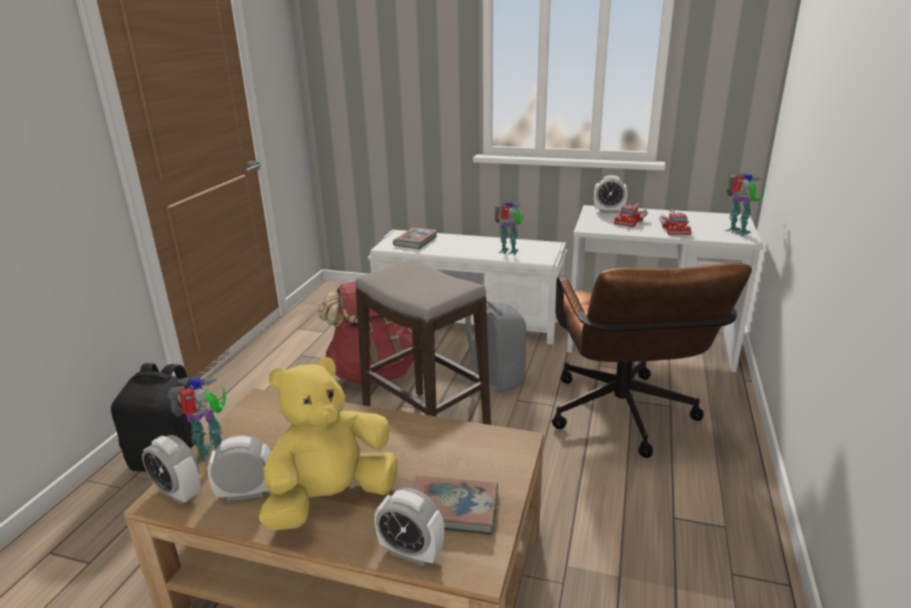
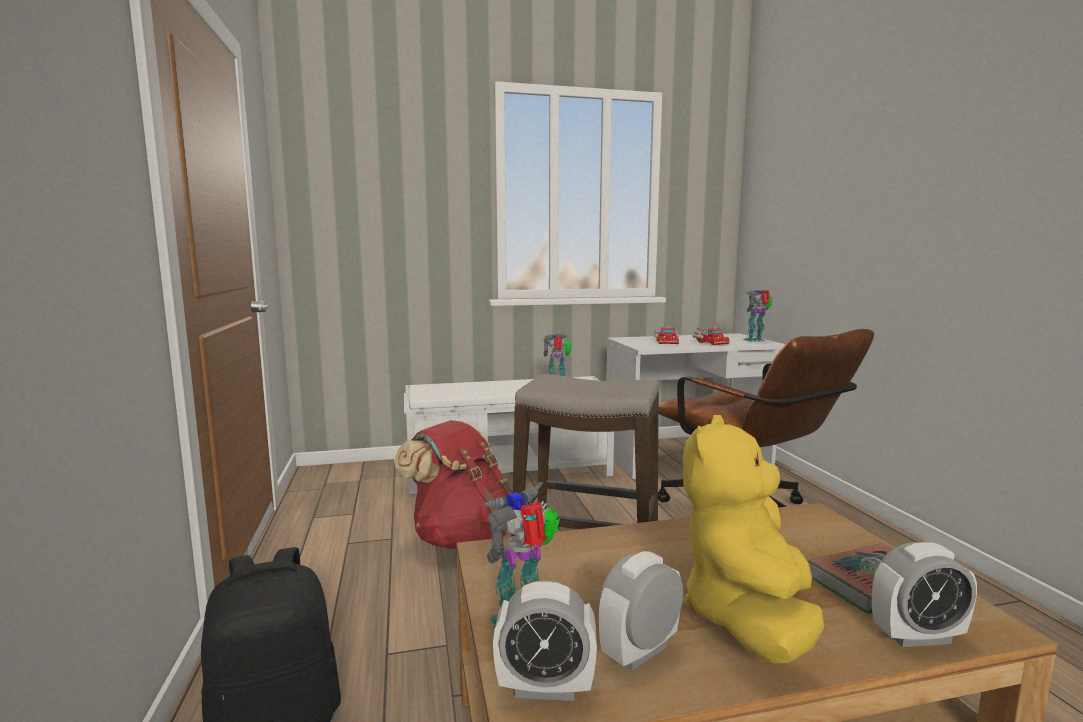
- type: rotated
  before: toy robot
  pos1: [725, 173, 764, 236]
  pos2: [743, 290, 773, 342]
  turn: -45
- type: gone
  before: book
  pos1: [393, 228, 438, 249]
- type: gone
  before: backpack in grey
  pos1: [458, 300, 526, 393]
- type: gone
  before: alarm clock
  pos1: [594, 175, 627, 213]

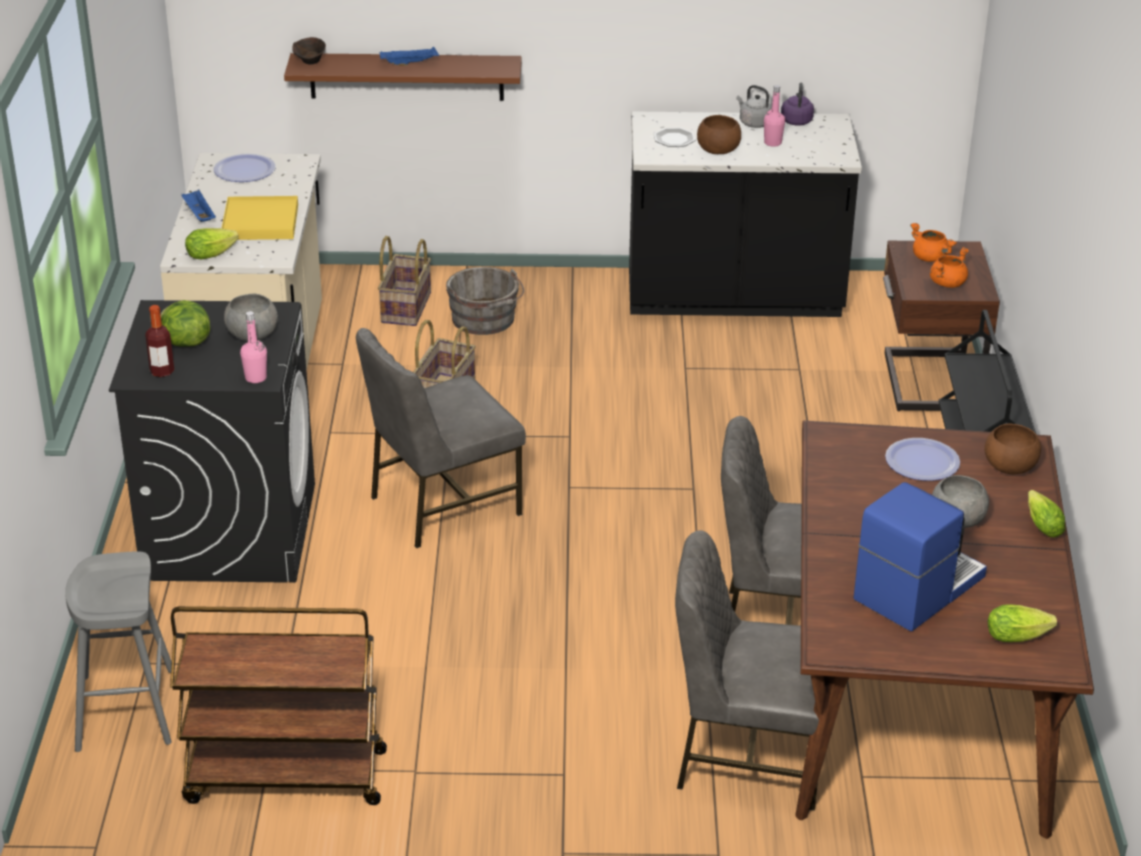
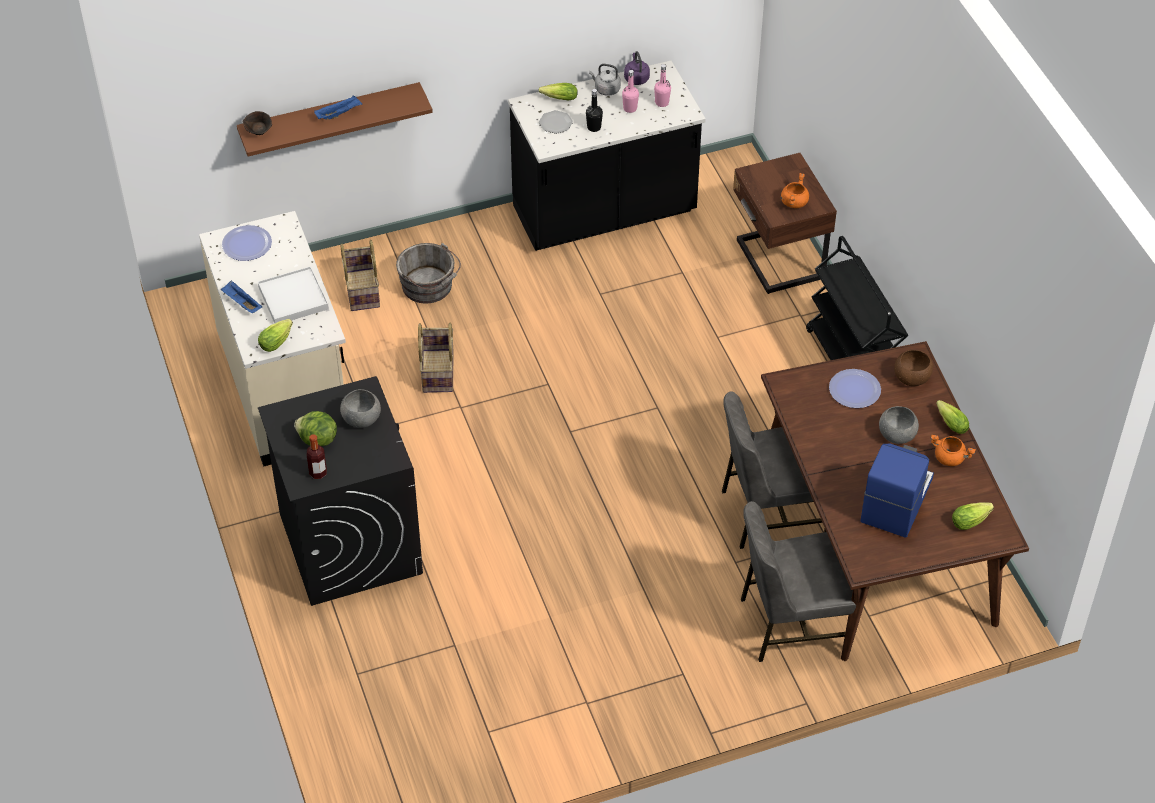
- type: repainted
  before: tray in yellow
  after: tray in white
  pos1: [222, 196, 298, 240]
  pos2: [258, 266, 329, 323]
- type: new
  after: lettuce
  pos2: [538, 83, 578, 101]
- type: swapped
  before: bowl in brown
  after: bottle in black
  pos1: [697, 115, 741, 154]
  pos2: [586, 89, 603, 132]
- type: shifted
  before: bottle in pink
  pos1: [240, 311, 267, 383]
  pos2: [654, 64, 671, 107]
- type: shifted
  before: cooking pot in orange
  pos1: [910, 223, 957, 262]
  pos2: [931, 435, 976, 466]
- type: gone
  before: stool in grey
  pos1: [65, 551, 172, 752]
- type: gone
  before: cart in brown
  pos1: [170, 606, 387, 805]
- type: gone
  before: chair in grey
  pos1: [356, 328, 526, 548]

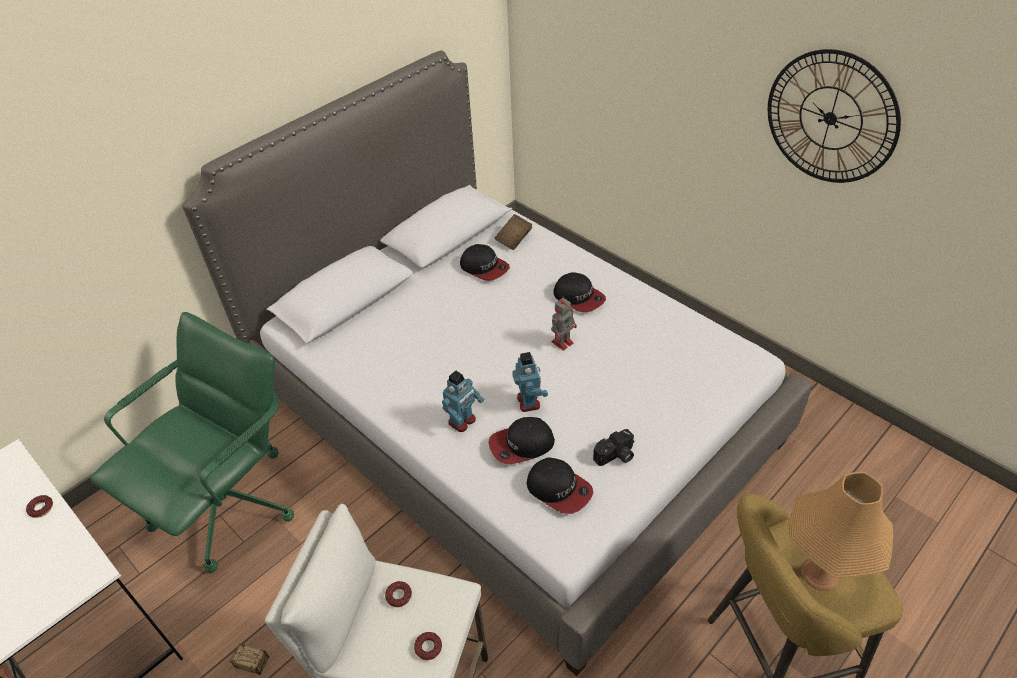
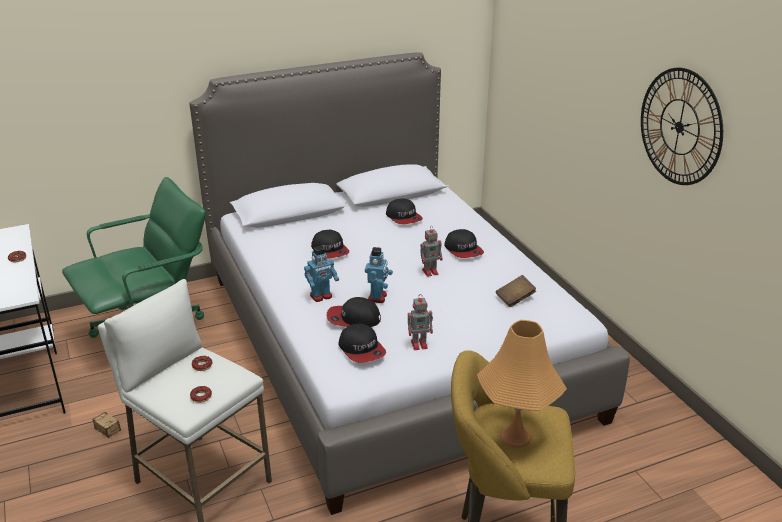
- type: new
  after: cap
  pos2: [311, 230, 349, 259]
- type: swapped
  before: photo camera
  after: toy robot
  pos1: [593, 429, 634, 466]
  pos2: [408, 294, 433, 350]
- type: shifted
  before: book in brown
  pos1: [495, 214, 533, 250]
  pos2: [496, 275, 536, 307]

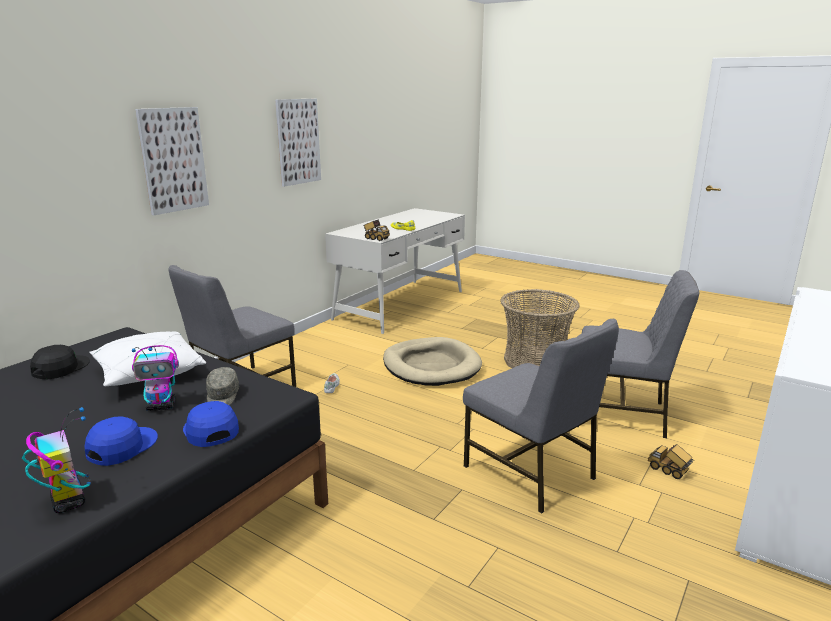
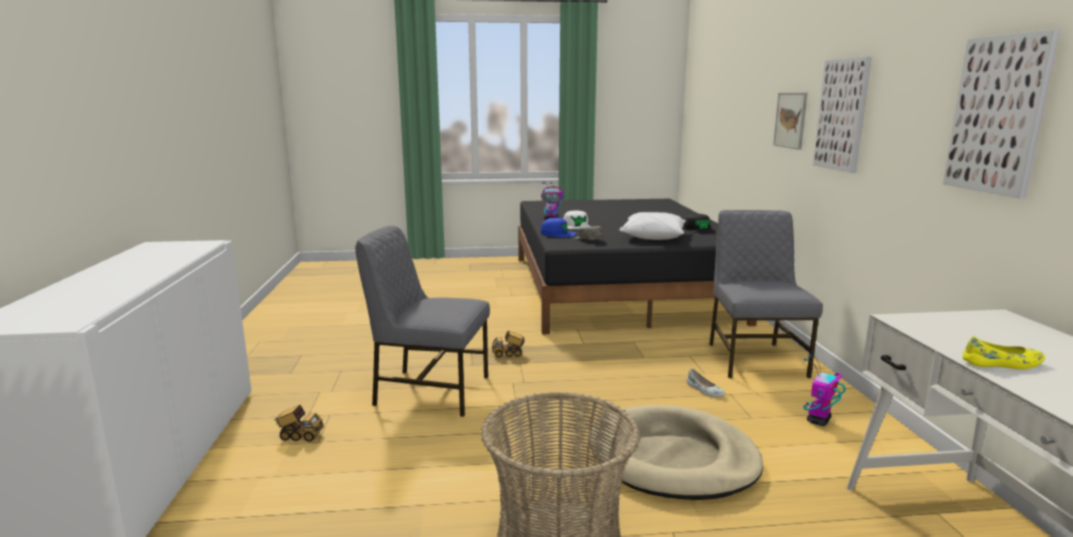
- type: shifted
  before: toy truck
  pos1: [363, 219, 390, 241]
  pos2: [492, 330, 525, 358]
- type: repainted
  before: cap in blue
  after: cap in white
  pos1: [84, 417, 158, 466]
  pos2: [563, 210, 589, 229]
- type: new
  after: picture
  pos2: [773, 93, 808, 150]
- type: shifted
  before: toy robot
  pos1: [132, 345, 179, 411]
  pos2: [803, 354, 846, 426]
- type: gone
  before: chair in grey
  pos1: [578, 270, 700, 438]

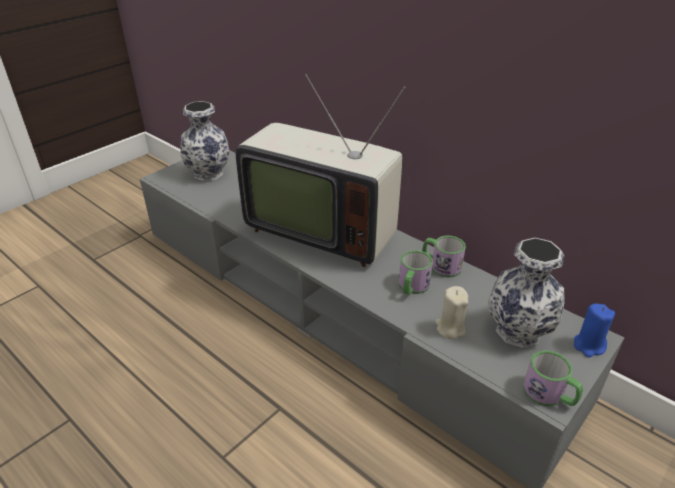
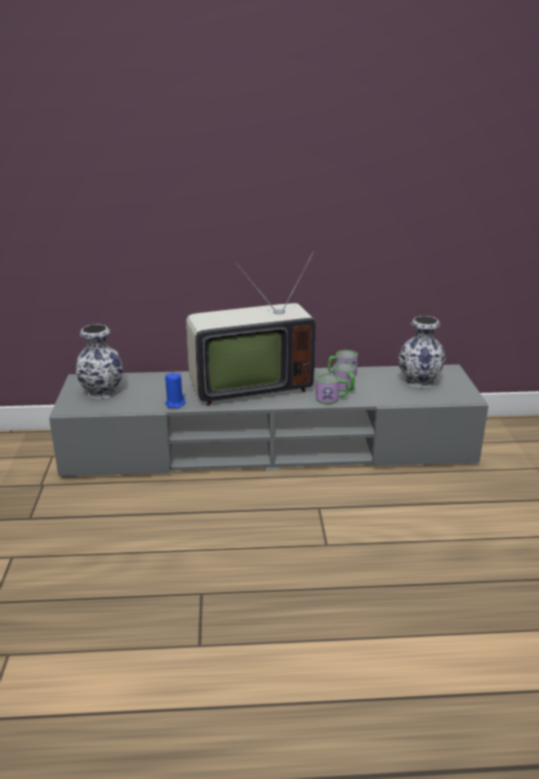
- type: shifted
  before: candle in blue
  pos1: [574, 304, 615, 358]
  pos2: [165, 372, 186, 409]
- type: shifted
  before: mug
  pos1: [523, 351, 583, 406]
  pos2: [316, 374, 349, 404]
- type: gone
  before: candle in beige
  pos1: [436, 286, 469, 339]

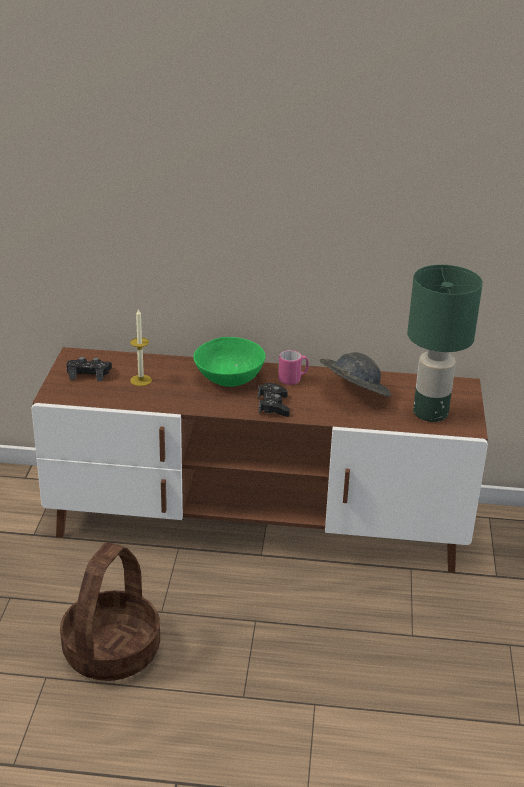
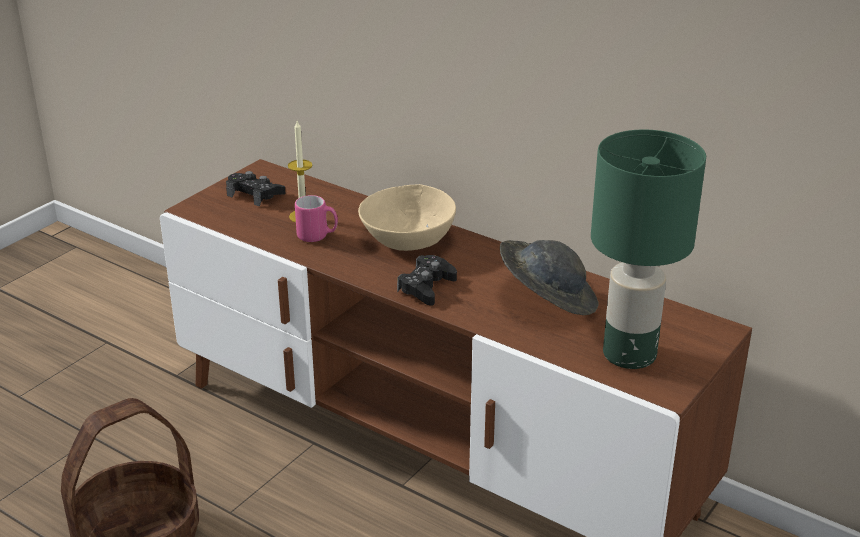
- type: shifted
  before: mug in pink
  pos1: [278, 350, 309, 385]
  pos2: [295, 195, 338, 242]
- type: repainted
  before: bowl in green
  after: bowl in beige
  pos1: [193, 337, 266, 387]
  pos2: [358, 184, 456, 251]

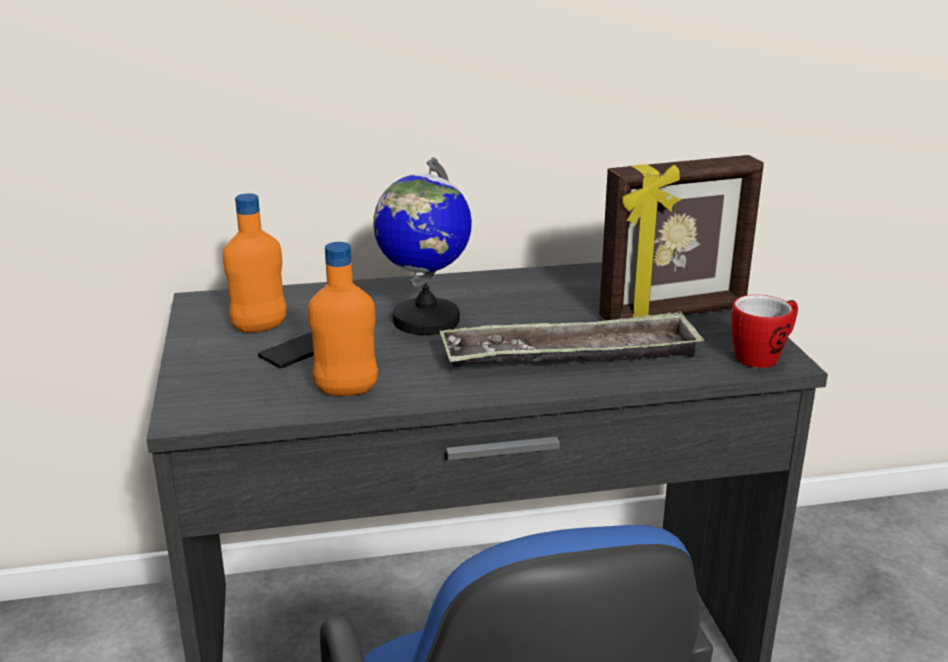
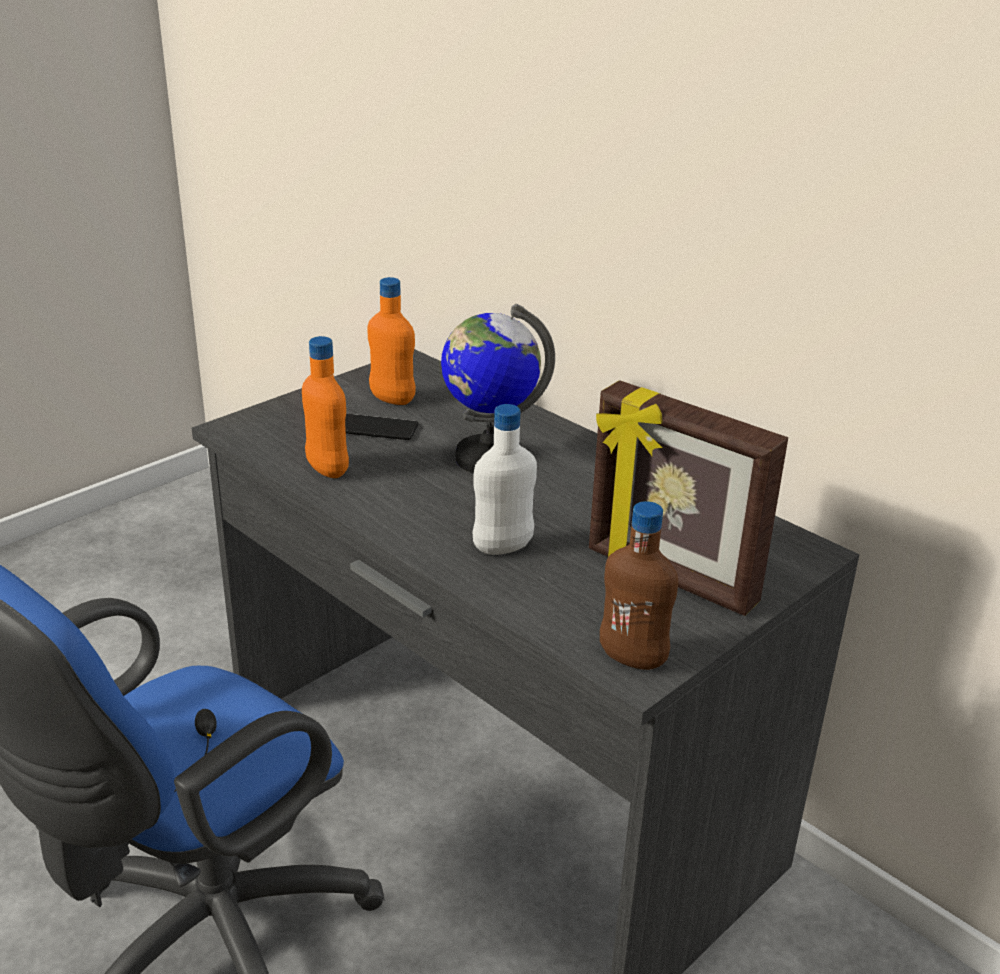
- type: swapped
  before: tray
  after: bottle in white
  pos1: [440, 311, 704, 367]
  pos2: [473, 404, 537, 555]
- type: swapped
  before: mug
  after: bottle in brown
  pos1: [731, 295, 798, 368]
  pos2: [600, 501, 678, 670]

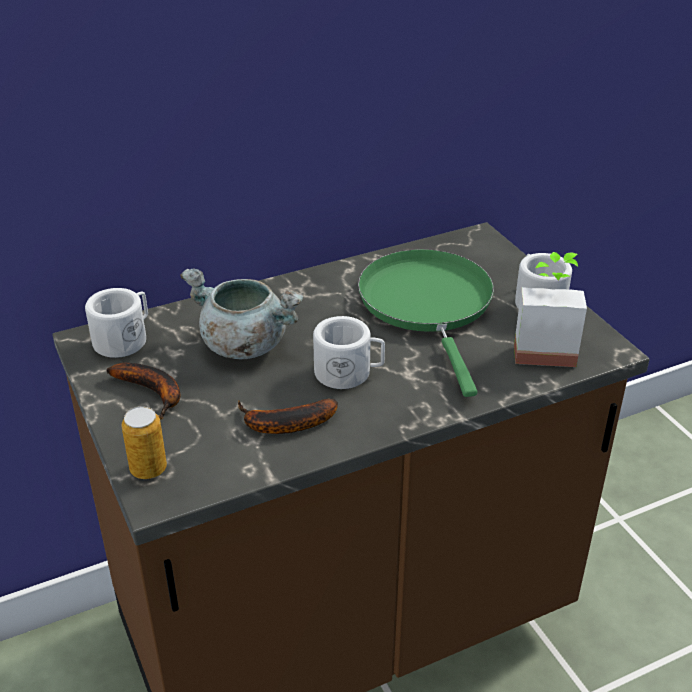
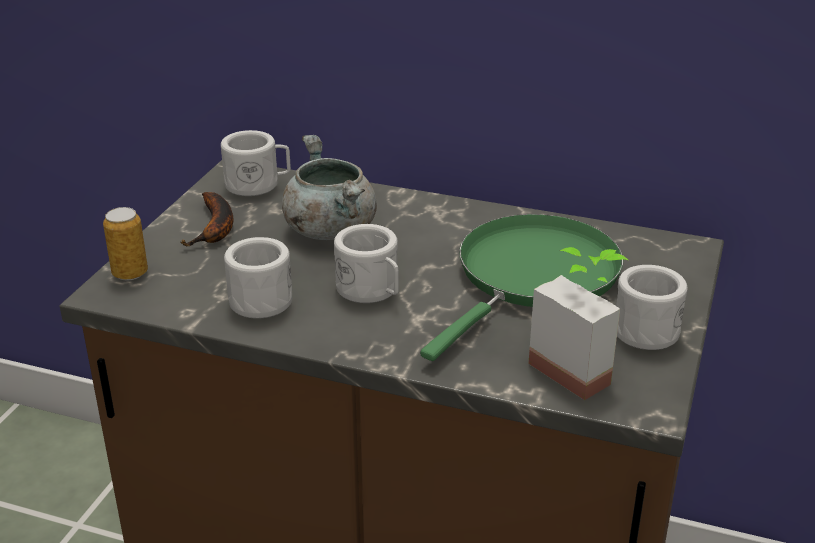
- type: swapped
  before: banana
  after: mug in white
  pos1: [238, 399, 338, 434]
  pos2: [224, 237, 292, 319]

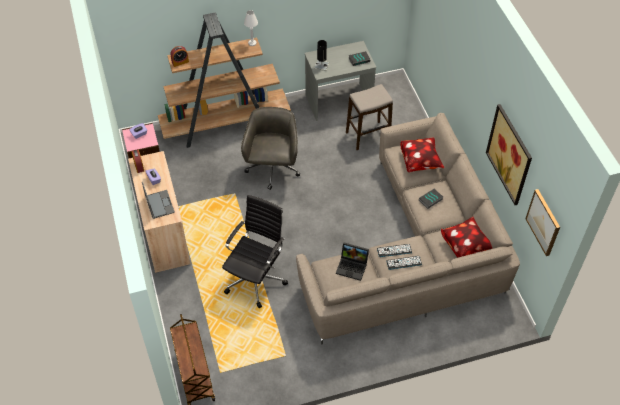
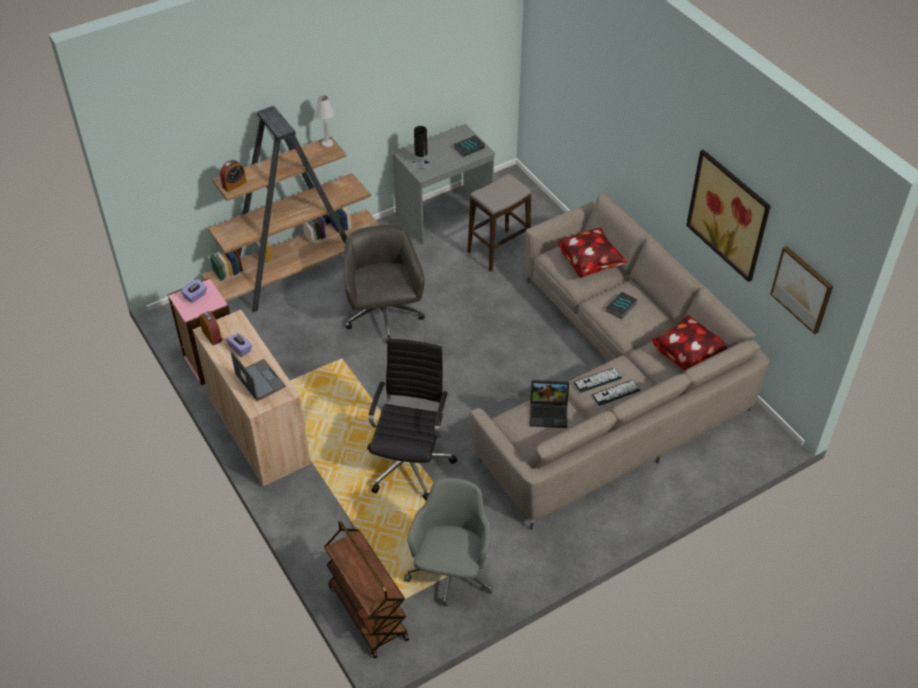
- type: new
  after: office chair in grey
  pos2: [404, 478, 493, 606]

